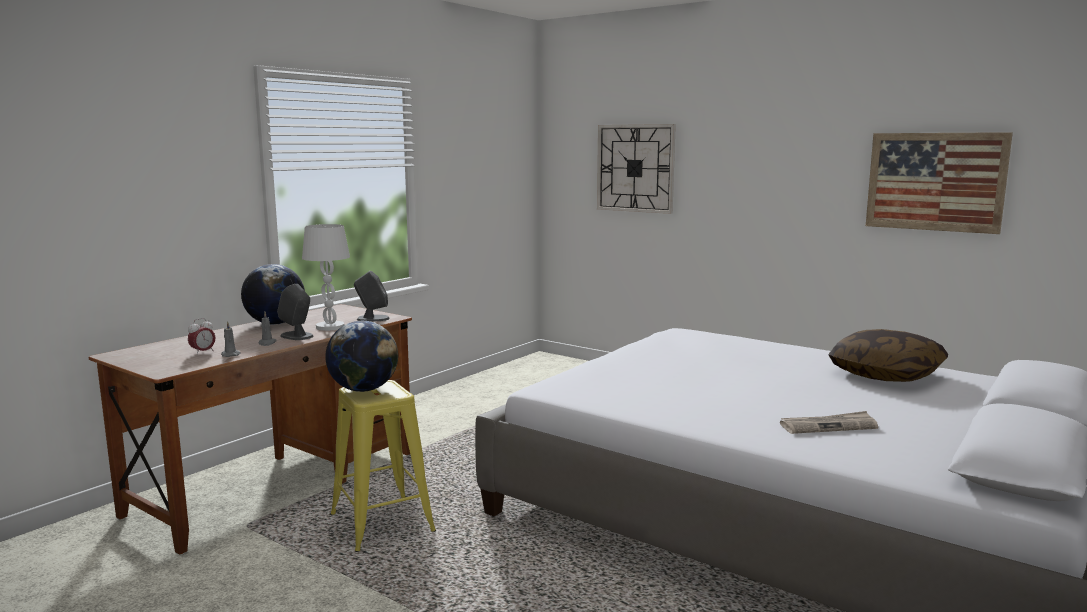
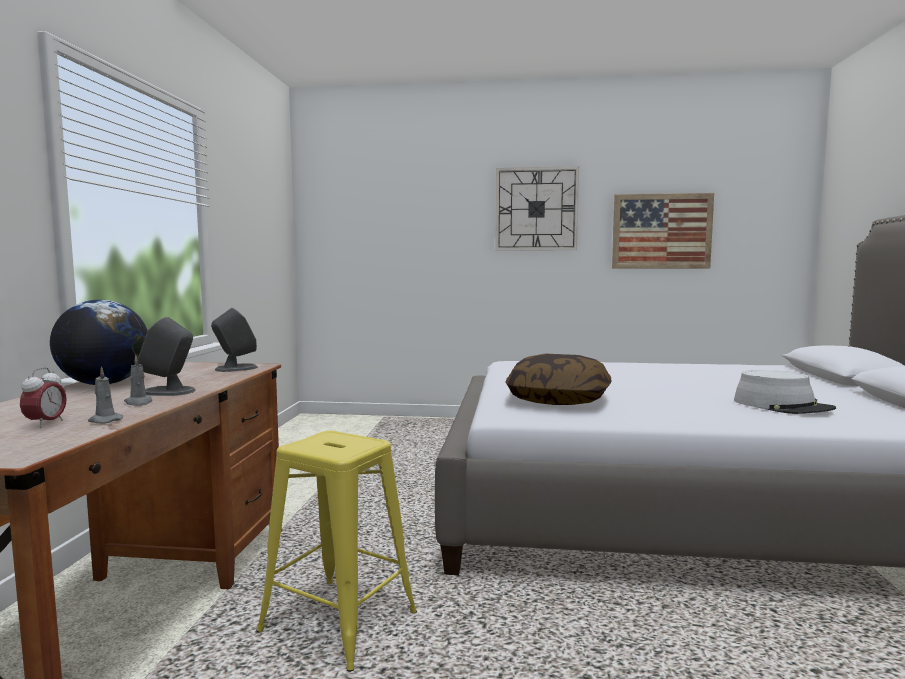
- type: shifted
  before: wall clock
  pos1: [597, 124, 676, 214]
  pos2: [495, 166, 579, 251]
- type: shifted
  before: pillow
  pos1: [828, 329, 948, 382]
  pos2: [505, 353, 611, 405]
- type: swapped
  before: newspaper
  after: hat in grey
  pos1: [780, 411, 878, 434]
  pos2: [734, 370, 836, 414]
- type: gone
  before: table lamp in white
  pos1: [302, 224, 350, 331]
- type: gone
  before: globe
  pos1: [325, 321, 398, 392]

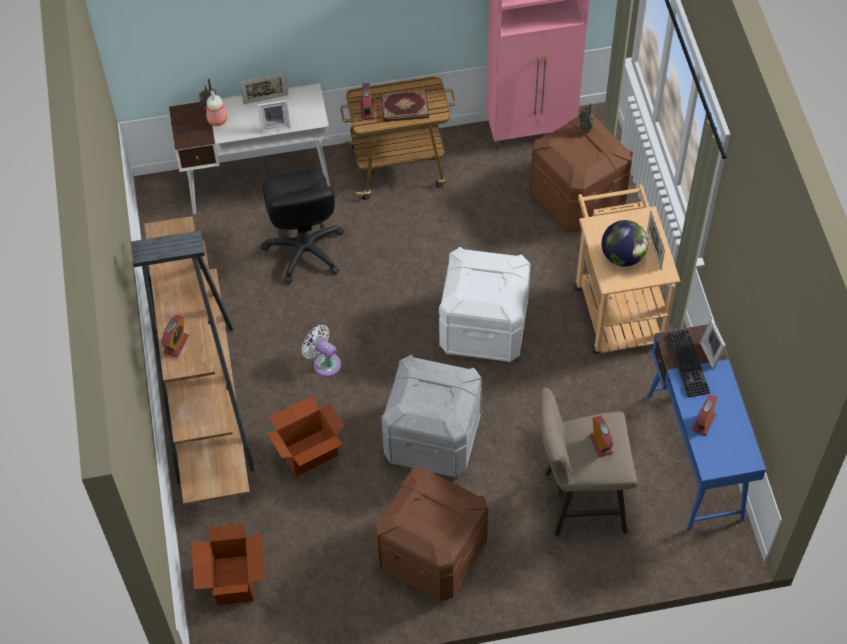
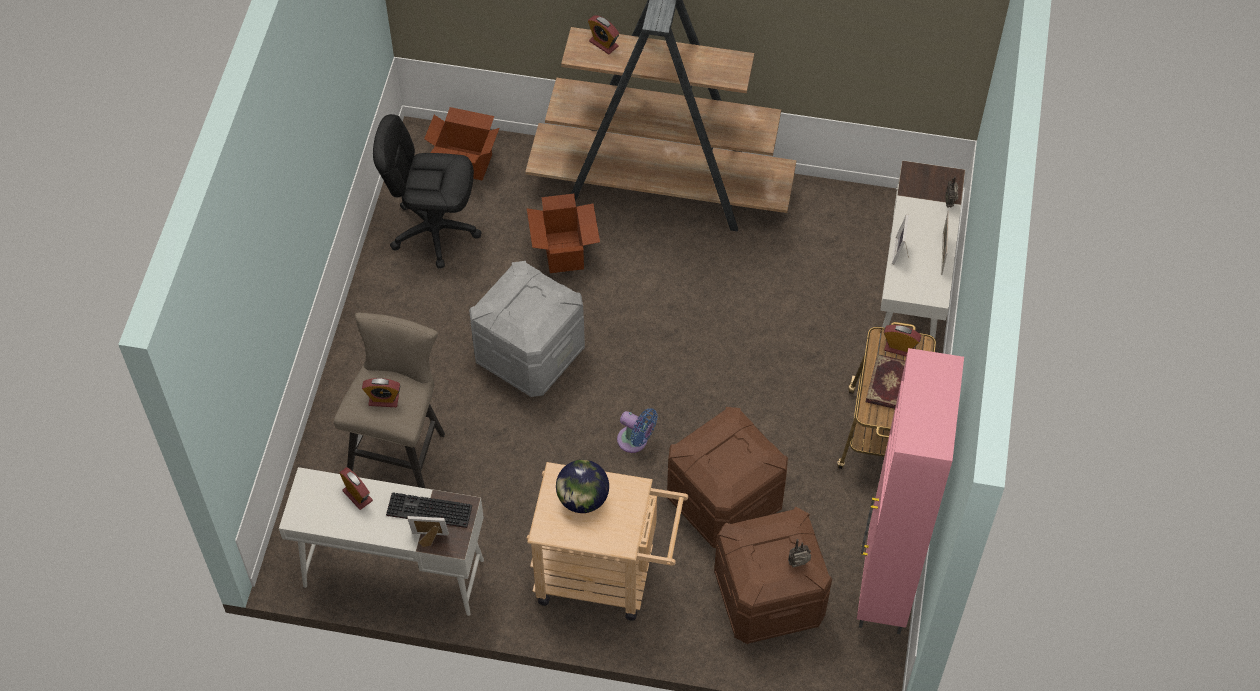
- type: repainted
  before: desk in blue
  after: desk in white
  pos1: [646, 323, 766, 531]
  pos2: [279, 467, 484, 616]
- type: shifted
  before: office chair in black
  pos1: [261, 169, 344, 284]
  pos2: [373, 114, 482, 269]
- type: swapped
  before: storage box in white
  after: fan in blue
  pos1: [439, 247, 531, 362]
  pos2: [617, 408, 658, 453]
- type: shifted
  before: storage box in brown
  pos1: [374, 466, 488, 601]
  pos2: [667, 407, 788, 548]
- type: gone
  before: bottle
  pos1: [206, 91, 228, 126]
- type: gone
  before: fan in white
  pos1: [302, 325, 341, 377]
- type: gone
  before: picture frame
  pos1: [647, 210, 665, 270]

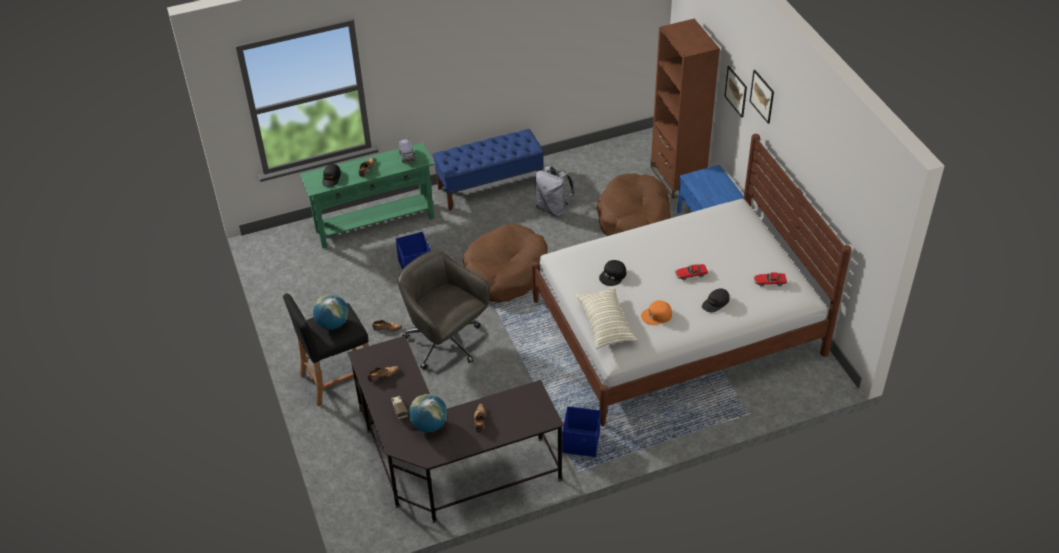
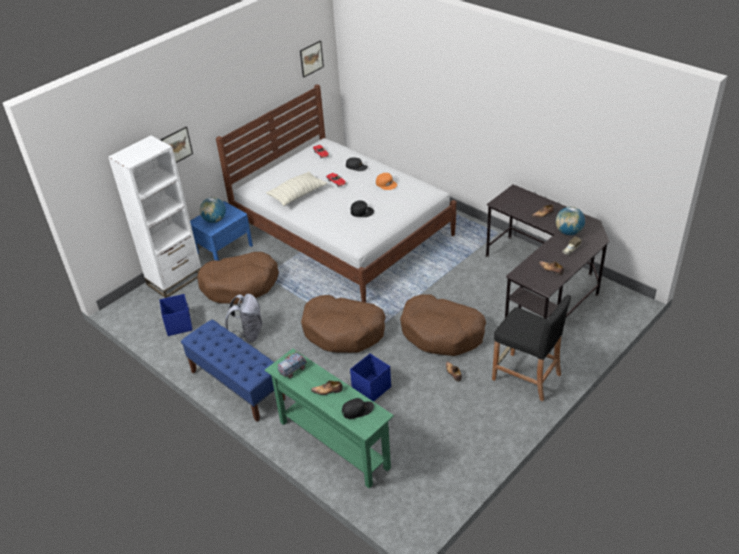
- type: repainted
  before: bookcase in brown
  after: bookcase in white
  pos1: [650, 19, 720, 199]
  pos2: [108, 135, 201, 298]
- type: shifted
  before: storage box in blue
  pos1: [562, 406, 601, 457]
  pos2: [159, 294, 193, 336]
- type: shifted
  before: globe
  pos1: [313, 294, 349, 330]
  pos2: [200, 197, 226, 223]
- type: shifted
  before: pillow
  pos1: [576, 288, 637, 349]
  pos2: [266, 171, 327, 206]
- type: shifted
  before: picture
  pos1: [750, 70, 774, 124]
  pos2: [300, 40, 324, 78]
- type: swapped
  before: office chair in grey
  after: dog bed in brown
  pos1: [397, 250, 490, 370]
  pos2: [400, 294, 486, 356]

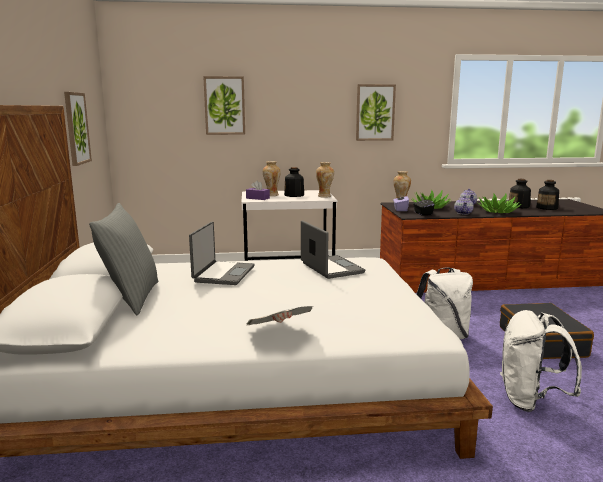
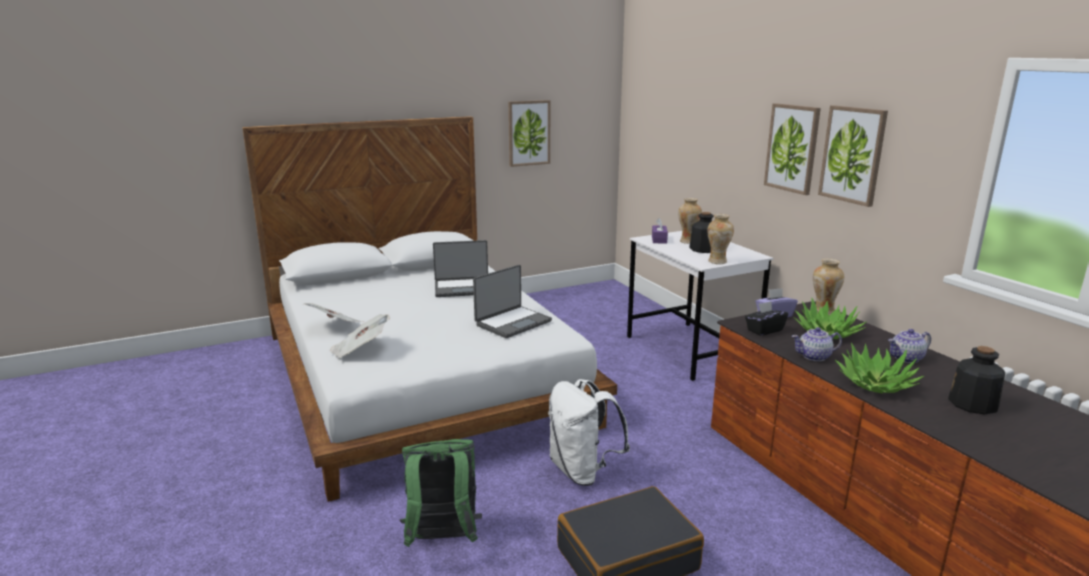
- type: new
  after: newspaper
  pos2: [330, 314, 390, 359]
- type: repainted
  before: backpack in white
  after: backpack in green
  pos1: [500, 310, 582, 412]
  pos2: [400, 439, 482, 547]
- type: shifted
  before: picture
  pos1: [203, 76, 245, 135]
  pos2: [764, 103, 821, 195]
- type: gone
  before: pillow in grey
  pos1: [89, 203, 158, 315]
- type: gone
  before: bottle
  pos1: [536, 180, 559, 210]

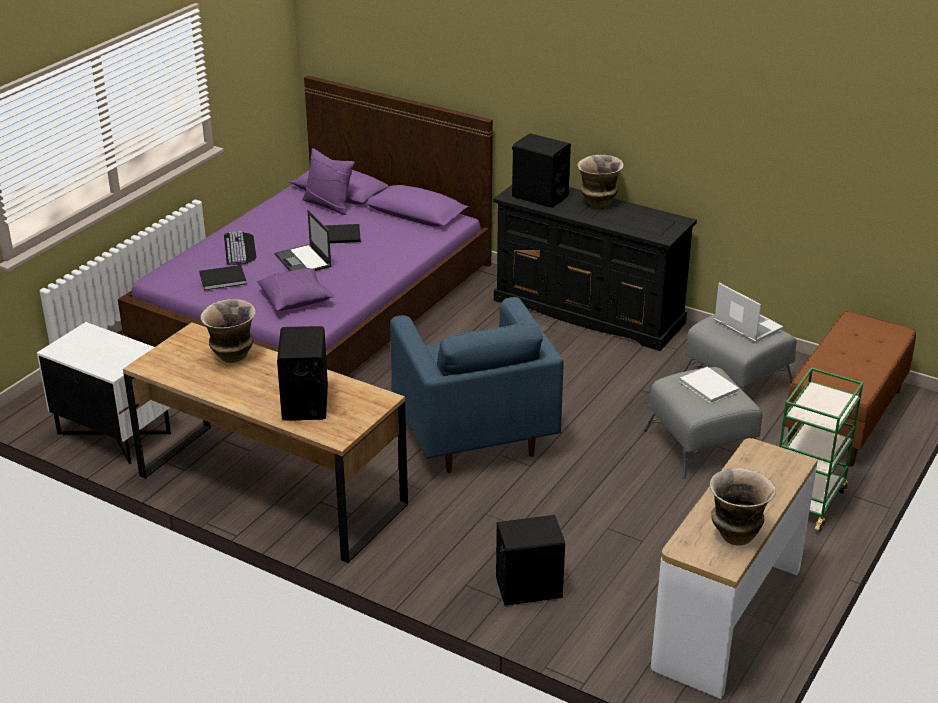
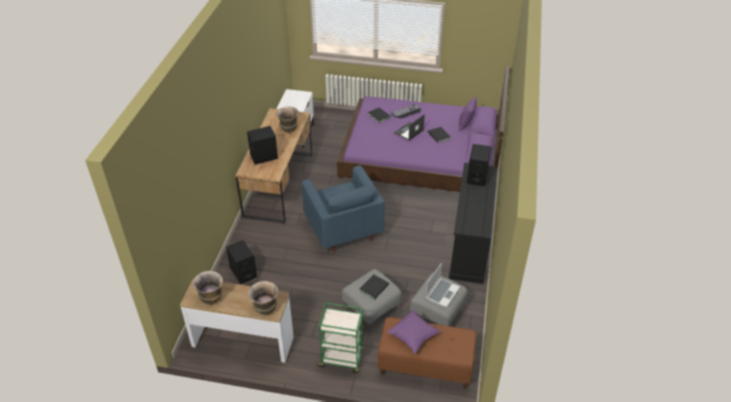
- type: shifted
  before: vase
  pos1: [577, 155, 624, 207]
  pos2: [248, 281, 278, 315]
- type: rotated
  before: armchair in blue
  pos1: [390, 297, 564, 473]
  pos2: [302, 165, 385, 252]
  turn: -75
- type: repainted
  before: book in white
  after: book in black
  pos1: [679, 367, 740, 404]
  pos2: [359, 274, 389, 300]
- type: shifted
  before: pillow in purple
  pos1: [257, 268, 335, 311]
  pos2: [387, 310, 441, 354]

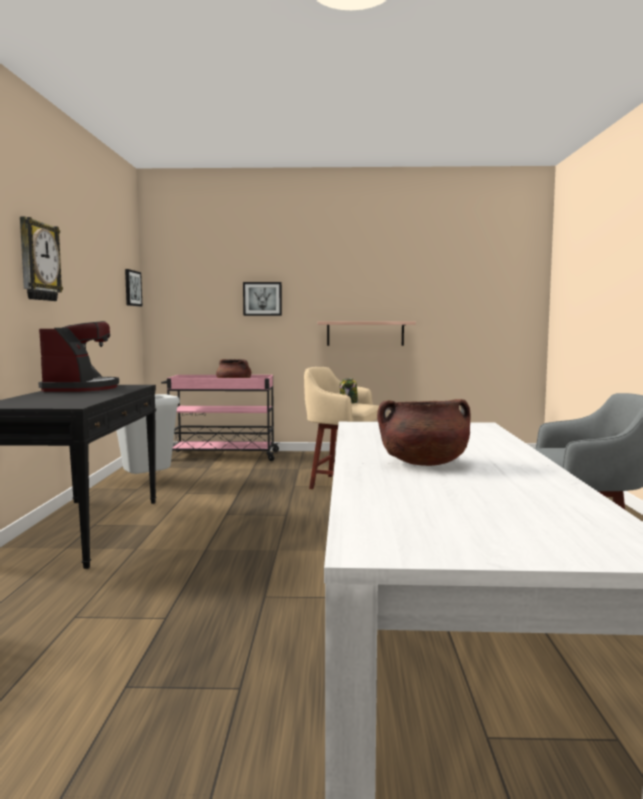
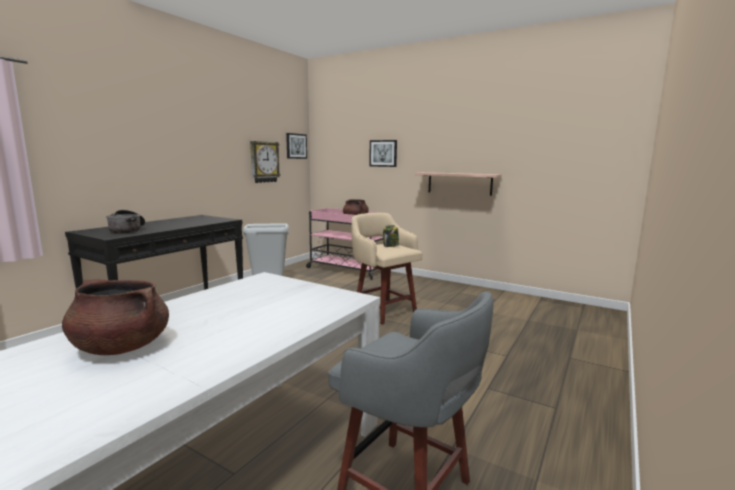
- type: new
  after: cooking pot
  pos2: [106, 210, 145, 233]
- type: shifted
  before: wall clock
  pos1: [20, 217, 63, 301]
  pos2: [250, 141, 281, 183]
- type: gone
  before: coffee machine
  pos1: [38, 321, 119, 392]

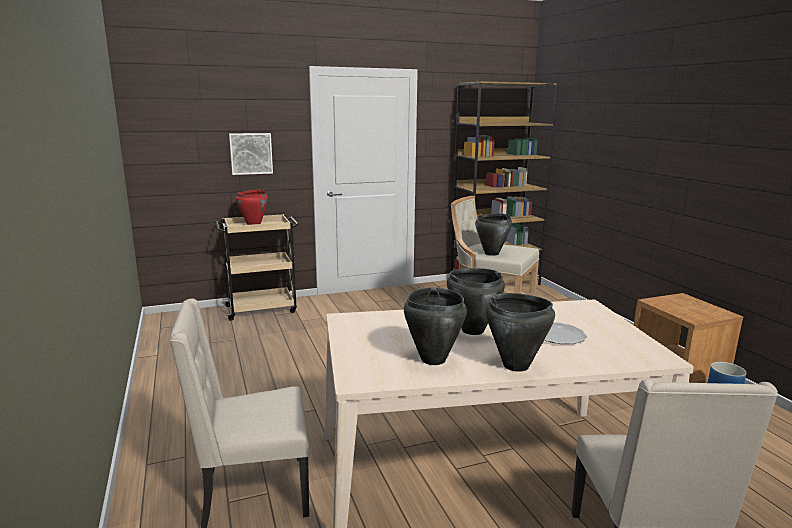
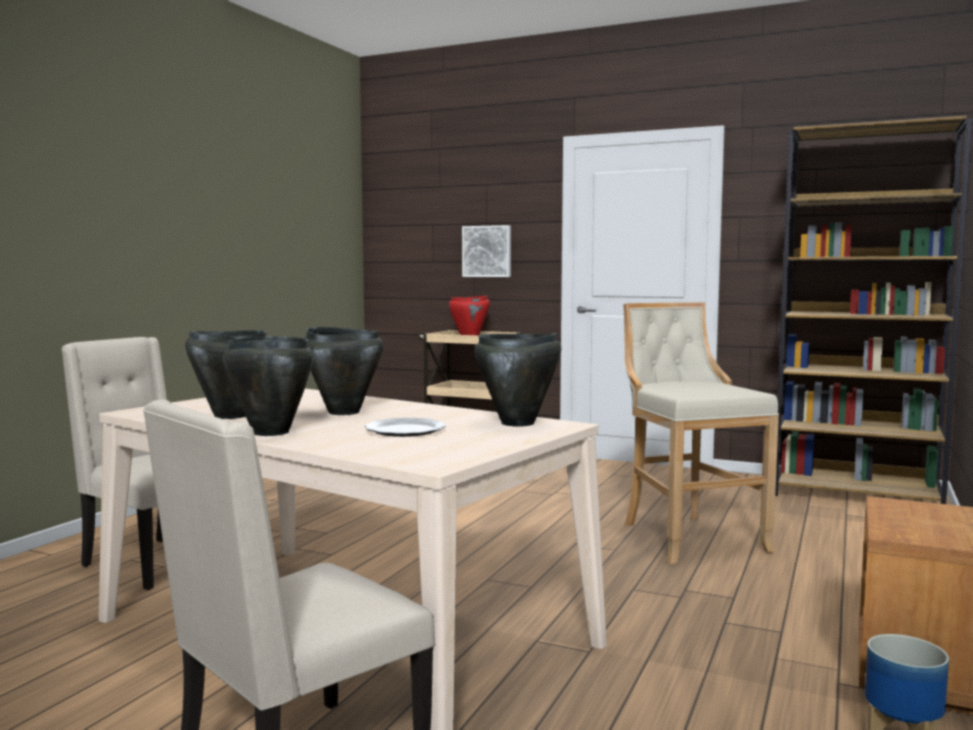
- type: shifted
  before: cooking pot in black
  pos1: [475, 214, 512, 256]
  pos2: [474, 333, 561, 427]

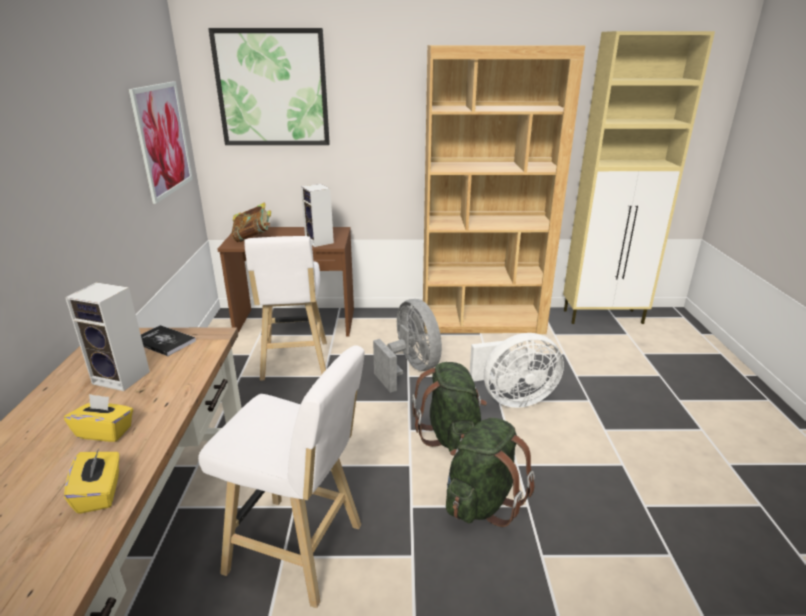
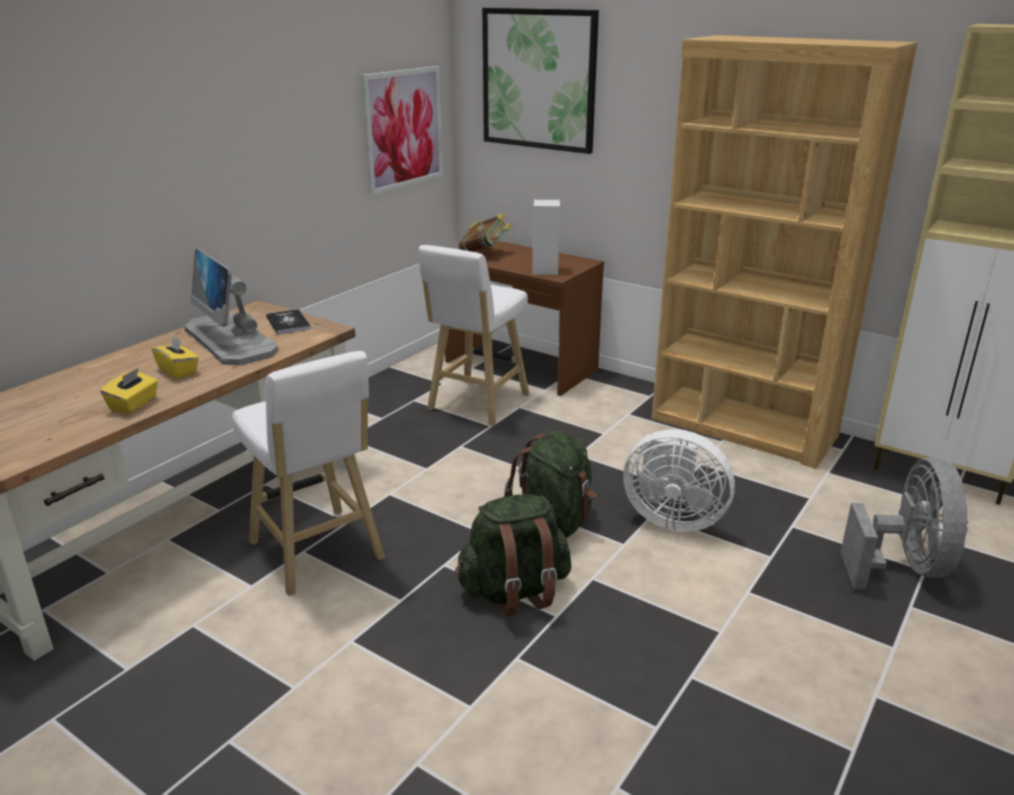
- type: swapped
  before: speaker
  after: monitor
  pos1: [65, 282, 150, 391]
  pos2: [184, 249, 279, 366]
- type: shifted
  before: fan in grey
  pos1: [373, 299, 442, 393]
  pos2: [841, 457, 968, 589]

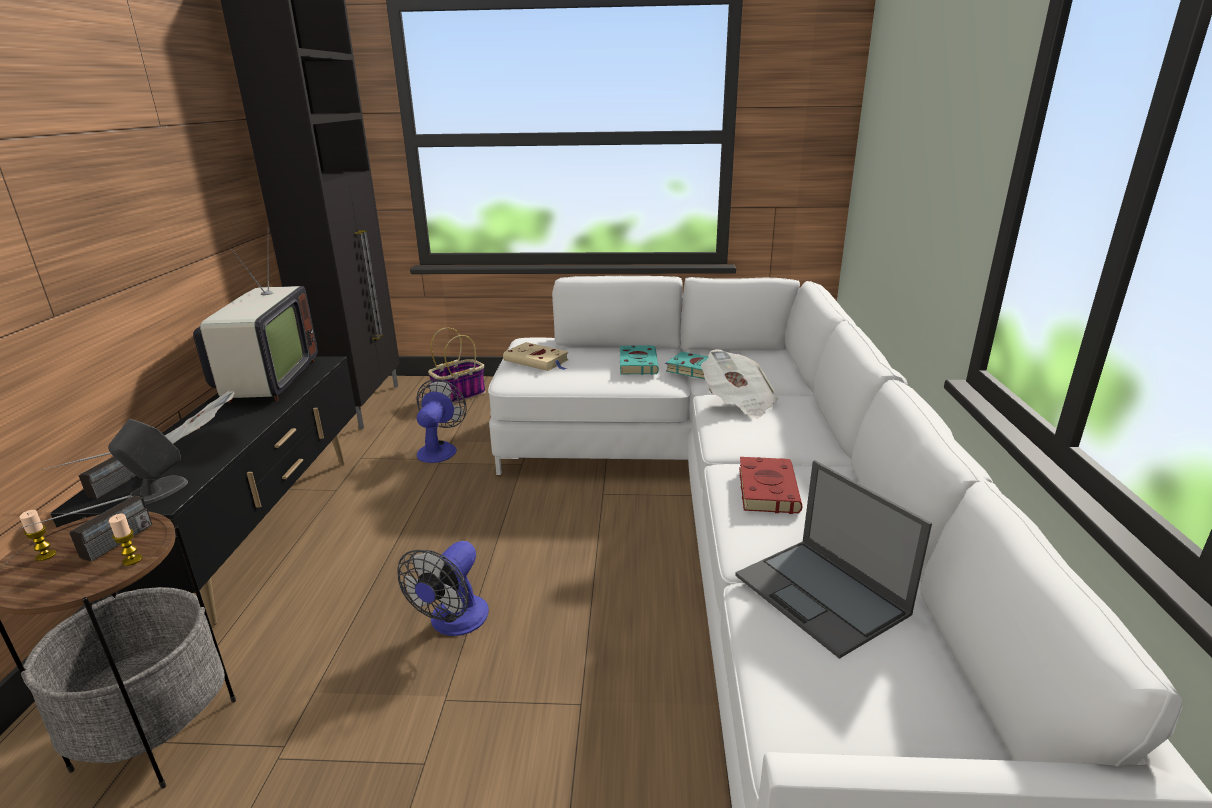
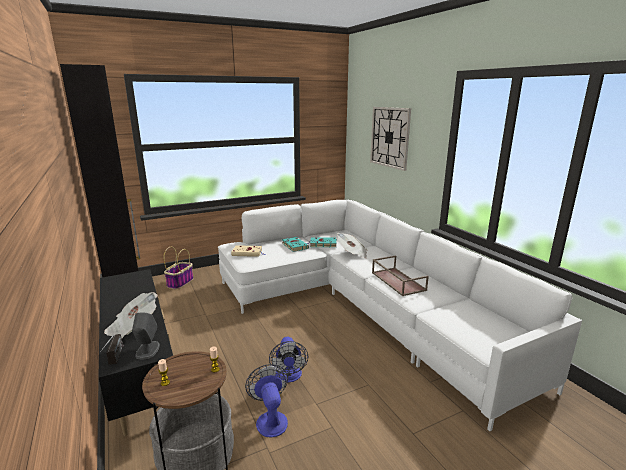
- type: shifted
  before: fan
  pos1: [417, 379, 467, 463]
  pos2: [245, 364, 288, 438]
- type: new
  after: wall clock
  pos2: [370, 107, 411, 171]
- type: swapped
  before: book in red
  after: tray in brown
  pos1: [739, 457, 802, 514]
  pos2: [372, 255, 429, 296]
- type: gone
  before: radio
  pos1: [19, 495, 152, 562]
- type: gone
  before: television
  pos1: [193, 227, 318, 403]
- type: gone
  before: laptop
  pos1: [735, 460, 932, 659]

